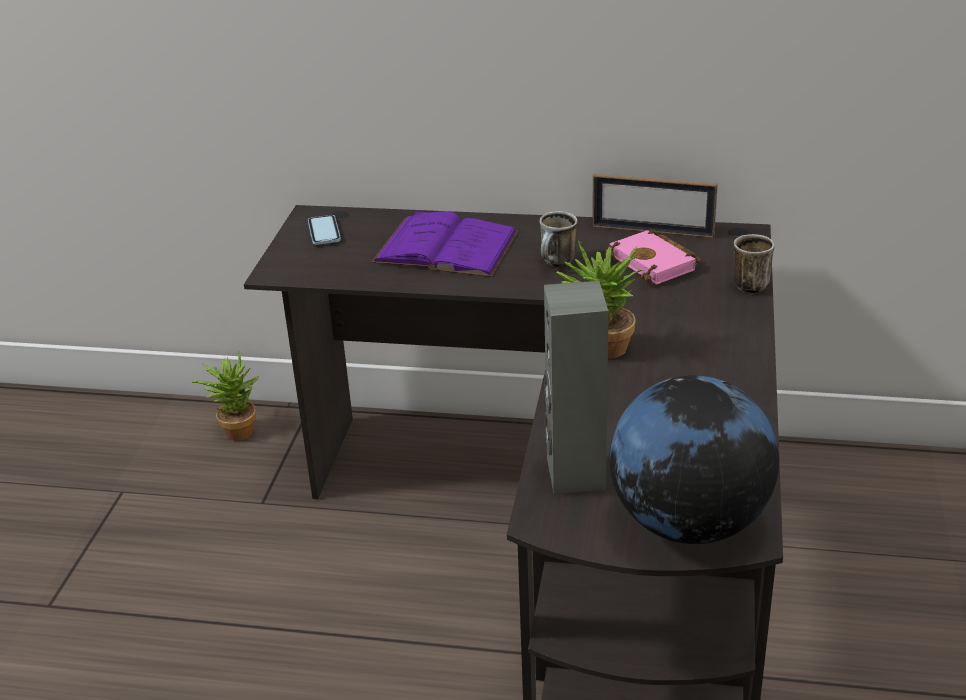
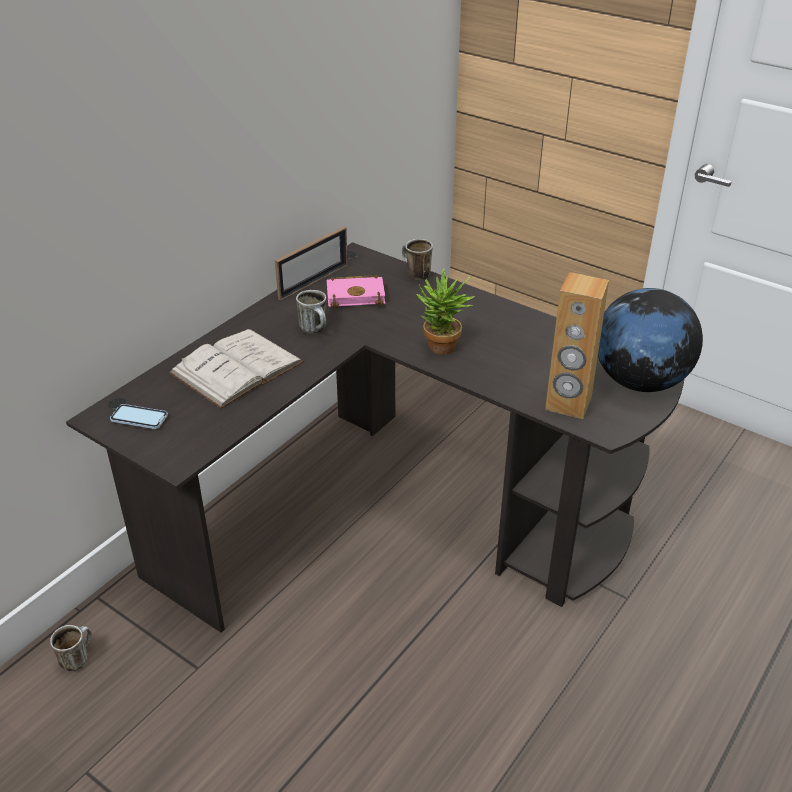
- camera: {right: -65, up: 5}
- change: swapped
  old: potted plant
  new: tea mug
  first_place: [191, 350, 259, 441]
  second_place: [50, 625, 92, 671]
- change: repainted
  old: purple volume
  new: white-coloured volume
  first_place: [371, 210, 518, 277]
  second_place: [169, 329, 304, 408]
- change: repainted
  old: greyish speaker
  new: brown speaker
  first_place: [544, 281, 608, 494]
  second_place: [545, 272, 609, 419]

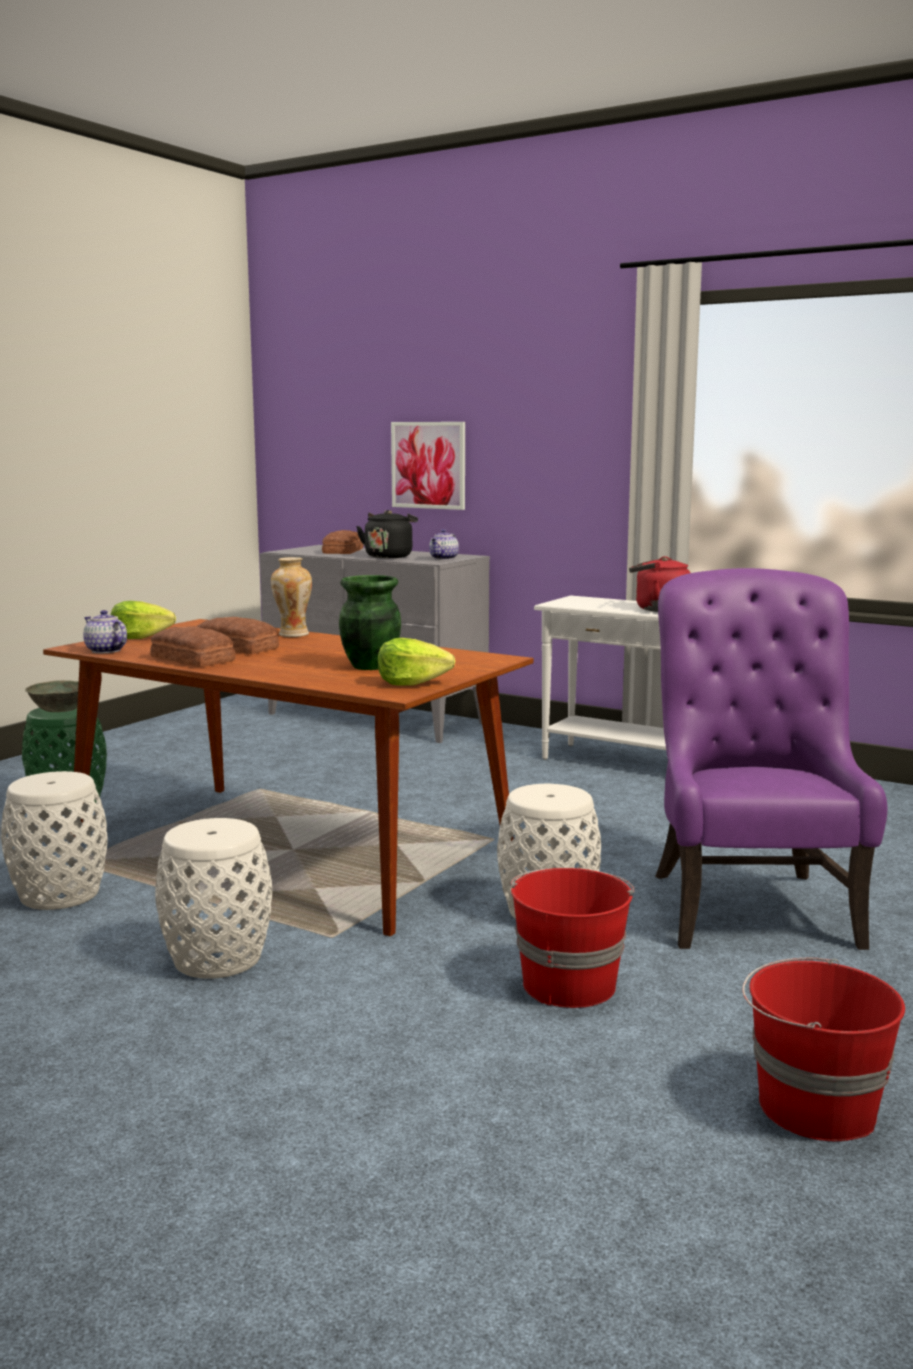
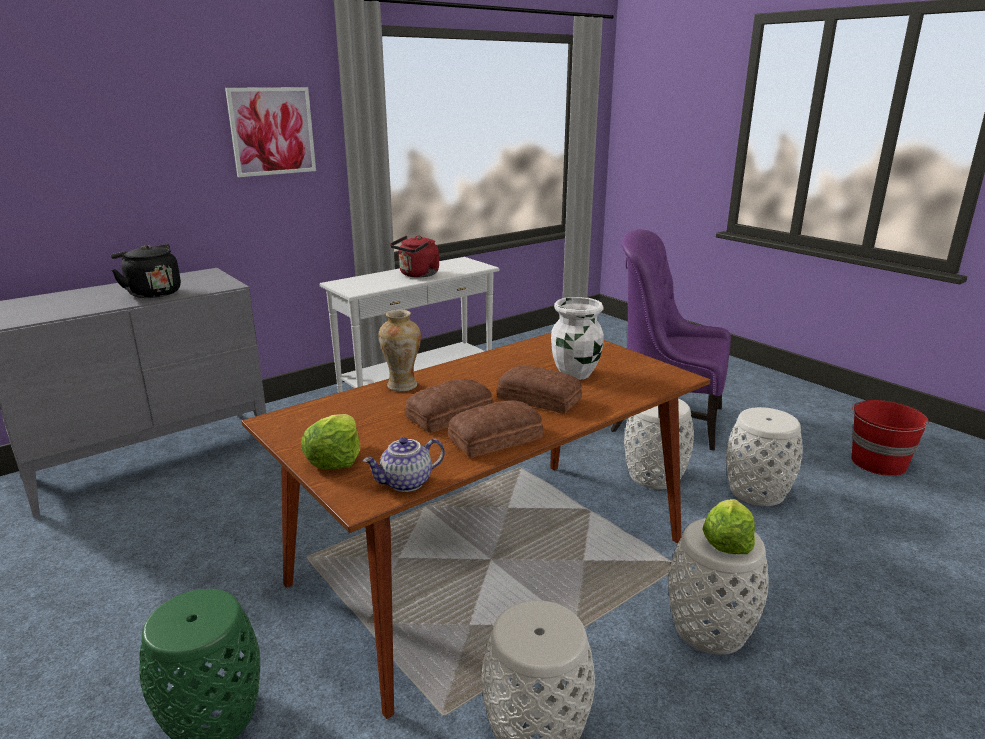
- camera: {right: -70, up: 10}
- change: shifted
  old: wall art
  first_place: [391, 422, 465, 510]
  second_place: [225, 87, 316, 177]
- change: shifted
  old: bread
  first_place: [322, 530, 364, 554]
  second_place: [497, 366, 582, 414]
- change: repainted
  old: greenish flower vase
  new: white-coloured flower vase
  first_place: [339, 575, 401, 670]
  second_place: [551, 297, 604, 380]
- change: shifted
  old: lettuce head
  first_place: [378, 638, 456, 686]
  second_place: [703, 499, 755, 554]
- change: swapped
  old: red-coloured bucket
  new: white-coloured stool seat
  first_place: [510, 868, 635, 1008]
  second_place: [726, 407, 803, 506]
- change: gone
  old: greyish bowl
  first_place: [25, 680, 79, 712]
- change: gone
  old: pot for tea
  first_place: [429, 529, 459, 560]

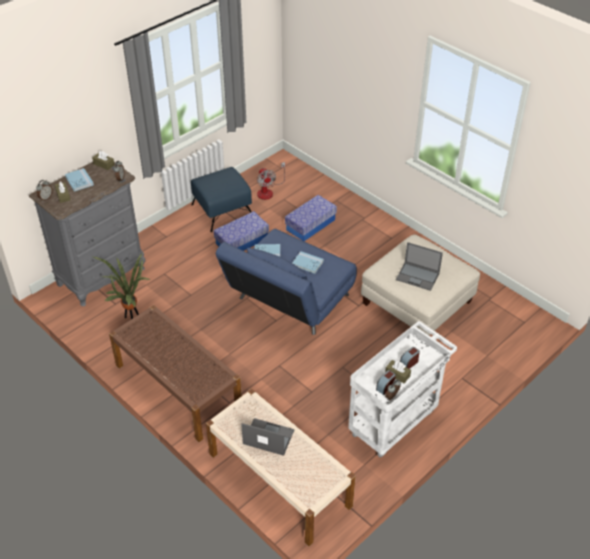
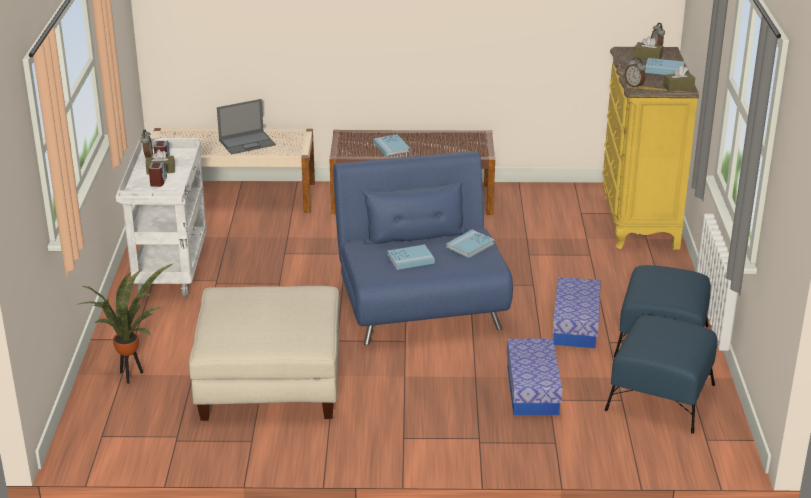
- camera: {right: 135, up: -15}
- change: shifted
  old: potted plant
  first_place: [94, 254, 151, 319]
  second_place: [75, 263, 174, 384]
- change: new
  new: blue-coloured volume
  second_place: [373, 134, 410, 156]
- change: repainted
  old: greyish drawer chest
  new: yellowish drawer chest
  first_place: [29, 162, 145, 306]
  second_place: [602, 47, 699, 249]
- change: swapped
  old: cooling fan
  new: blue-coloured footrest
  first_place: [257, 162, 285, 200]
  second_place: [605, 315, 717, 434]
- change: gone
  old: portable computer
  first_place: [396, 242, 443, 291]

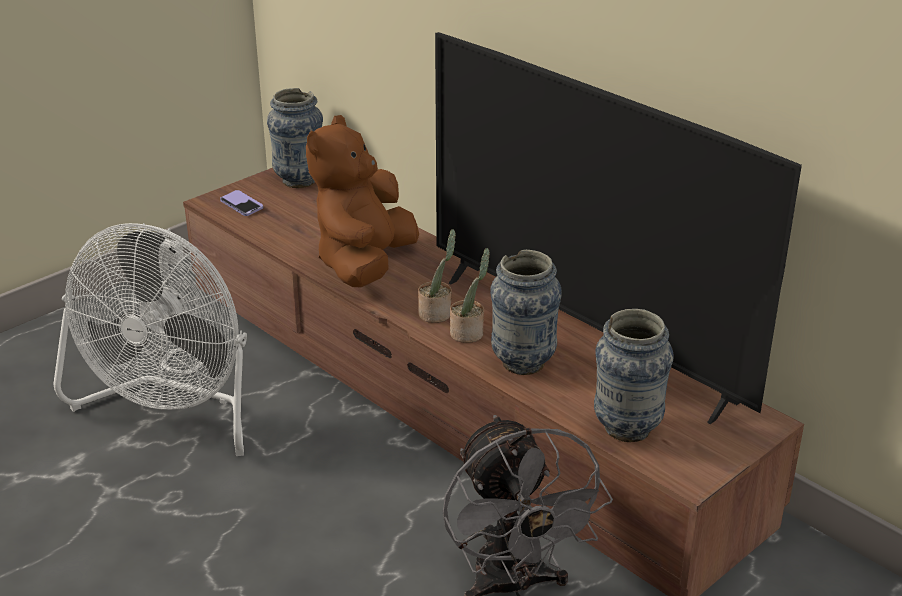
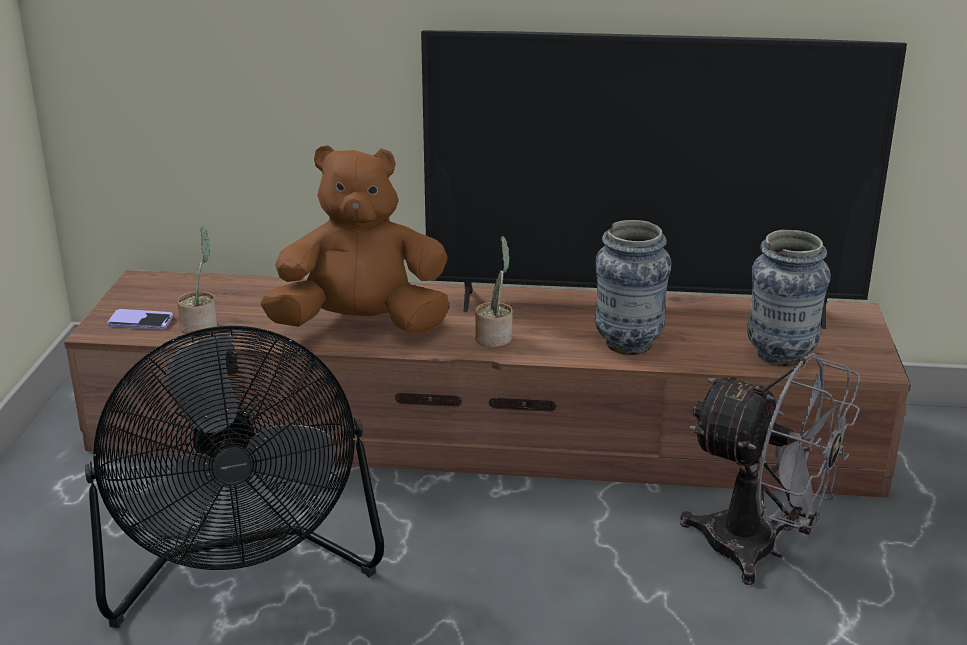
- camera: {right: -40, up: -5}
- change: repainted
  old: white-coloured cooling fan
  new: black cooling fan
  first_place: [53, 223, 247, 456]
  second_place: [85, 326, 384, 628]
- change: shifted
  old: potted plant
  first_place: [450, 248, 490, 343]
  second_place: [177, 227, 217, 334]
- change: rotated
  old: brown cuddly toy
  first_place: [306, 115, 419, 287]
  second_place: [260, 145, 450, 334]
  degrees: 105
- change: gone
  old: flower vase
  first_place: [267, 88, 323, 188]

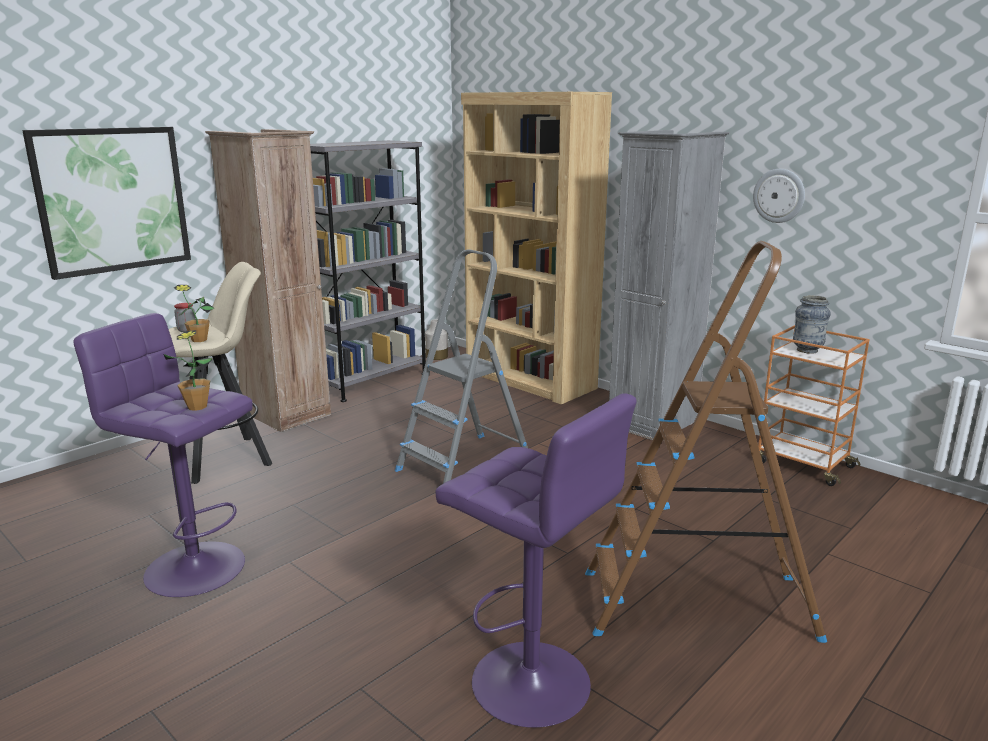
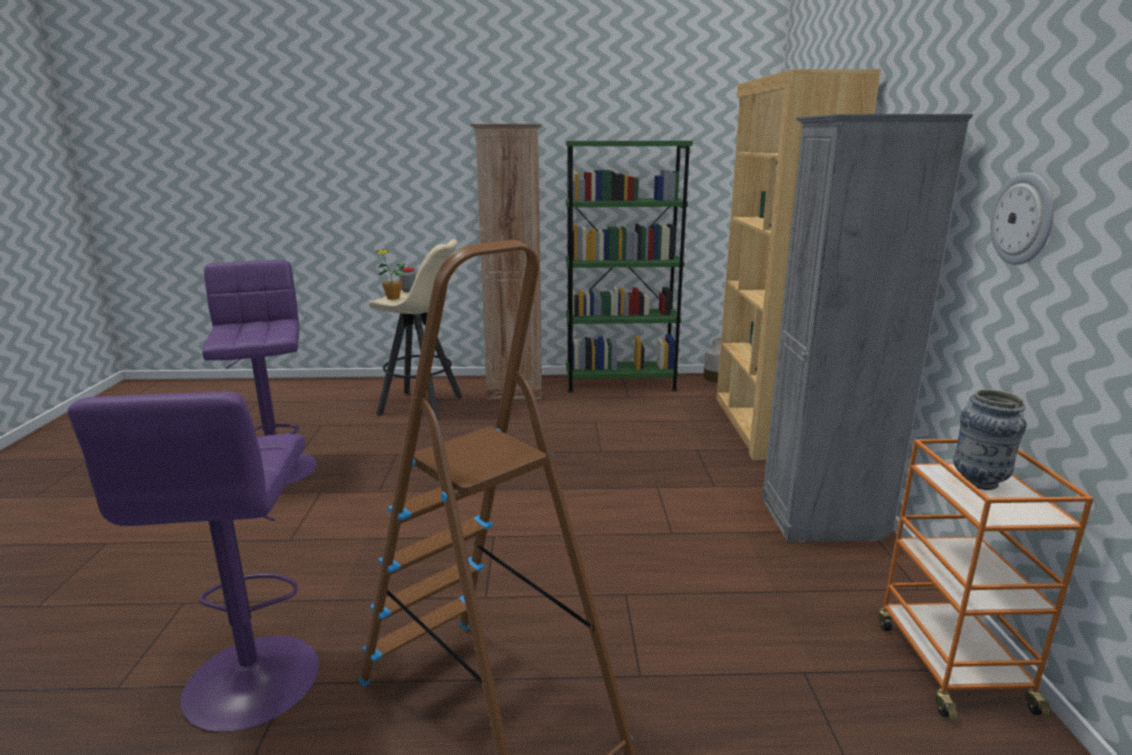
- camera: {right: 45, up: 0}
- change: repainted
  old: greyish bookshelf
  new: greenish bookshelf
  first_place: [310, 140, 426, 402]
  second_place: [565, 141, 693, 392]
- change: gone
  old: wall art
  first_place: [22, 127, 191, 280]
- change: gone
  old: potted plant
  first_place: [164, 330, 213, 411]
- change: gone
  old: greyish stepladder
  first_place: [395, 249, 528, 484]

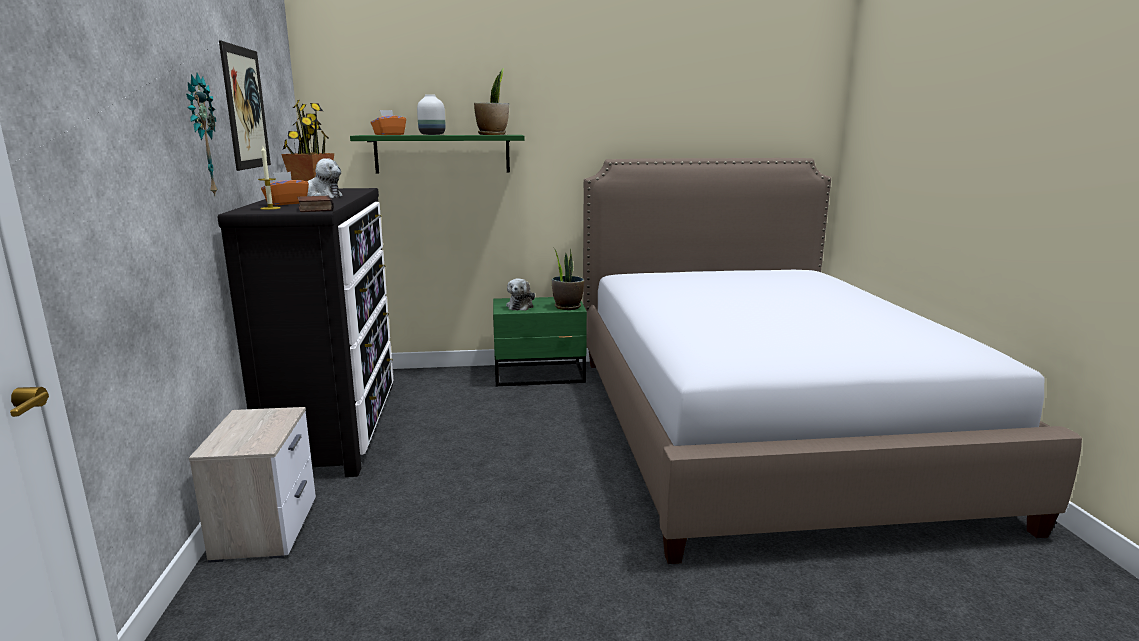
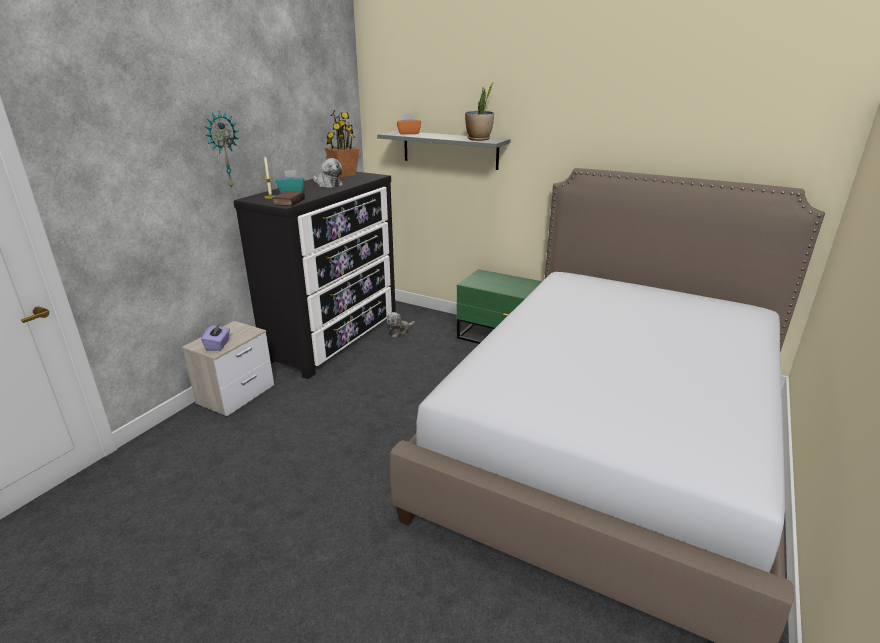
- camera: {right: 35, up: 10}
- change: new
  new: purple tissue box
  second_place: [201, 323, 230, 351]
- change: repainted
  old: orange-coloured tissue box
  new: blue-green tissue box
  first_place: [261, 172, 309, 205]
  second_place: [276, 170, 305, 193]
- change: repainted
  old: greenish shelf
  new: greyish shelf
  first_place: [350, 135, 525, 173]
  second_place: [377, 131, 511, 170]
- change: shifted
  old: cuddly toy
  first_place: [506, 278, 535, 311]
  second_place: [387, 312, 415, 338]
- change: gone
  old: wall art
  first_place: [219, 41, 271, 171]
- change: gone
  old: white-coloured flower vase
  first_place: [417, 94, 446, 135]
- change: gone
  old: potted plant
  first_place: [552, 247, 584, 310]

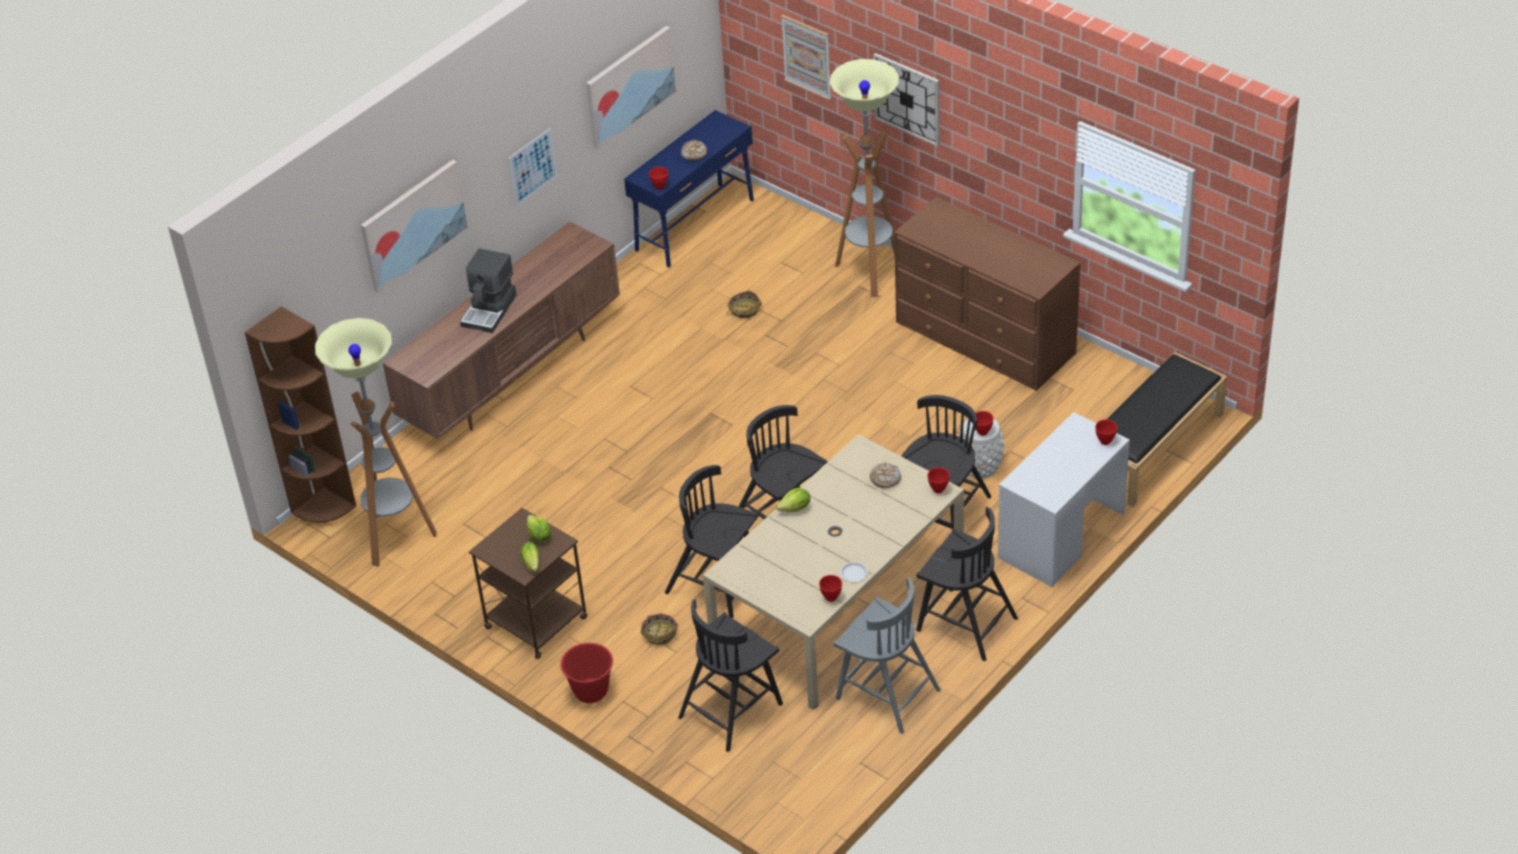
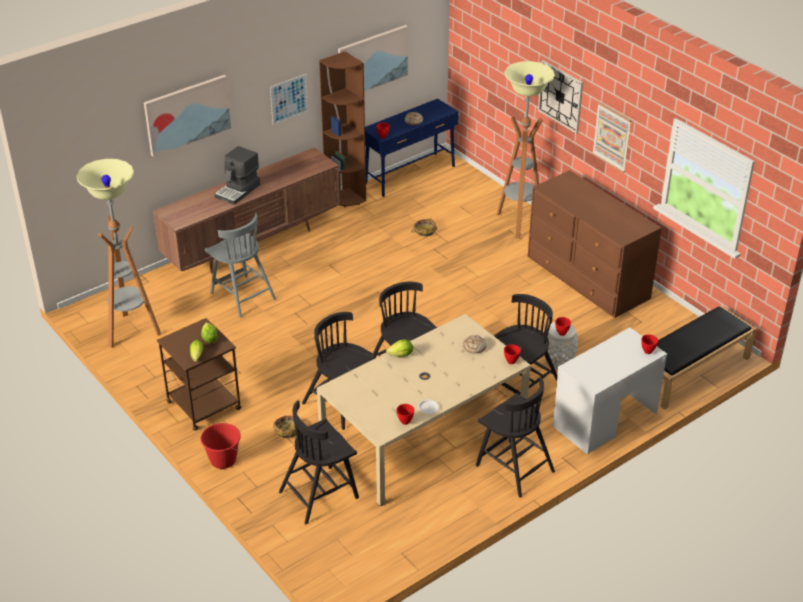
- camera: {right: 10, up: -5}
- change: shifted
  old: greyish upright chair
  first_place: [833, 577, 941, 734]
  second_place: [205, 213, 276, 318]
- change: shifted
  old: brown bookshelf
  first_place: [245, 306, 356, 523]
  second_place: [319, 51, 366, 207]
- change: shifted
  old: wall art
  first_place: [781, 15, 831, 101]
  second_place: [592, 102, 632, 173]

